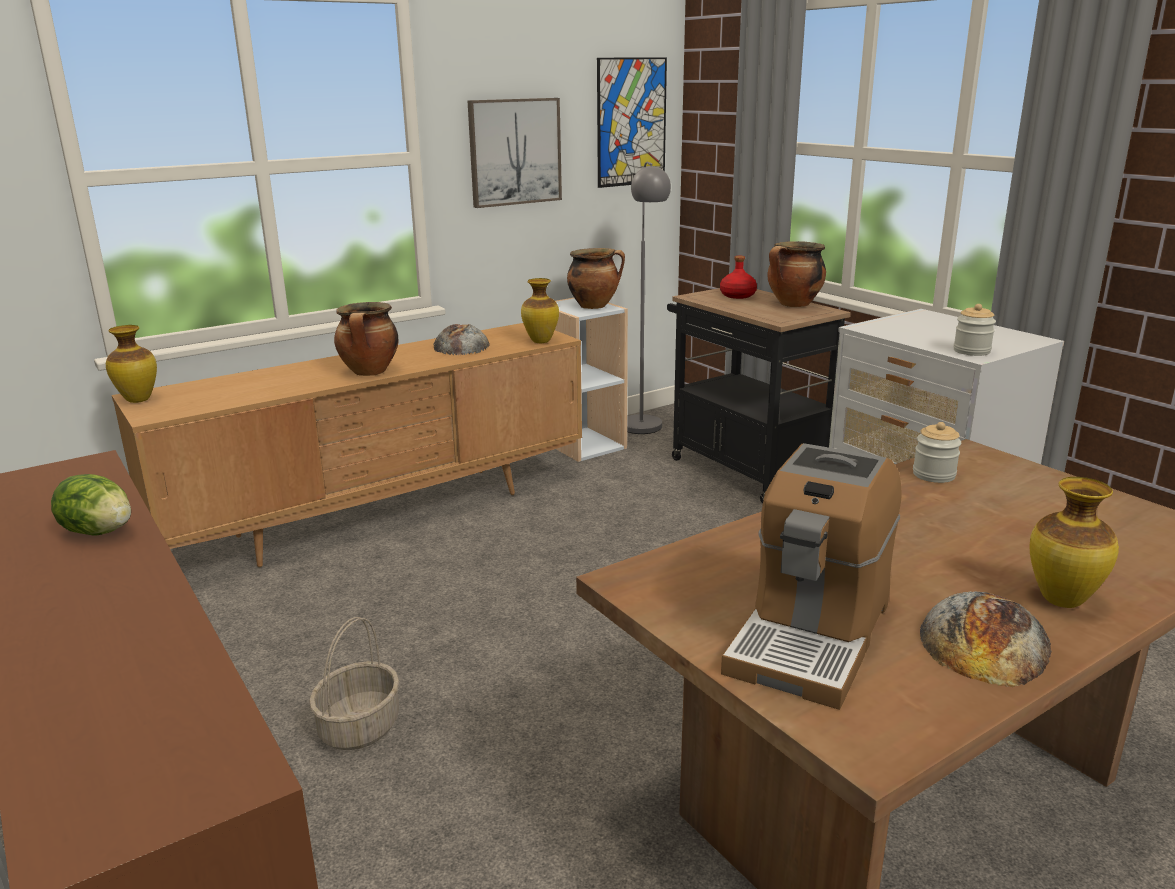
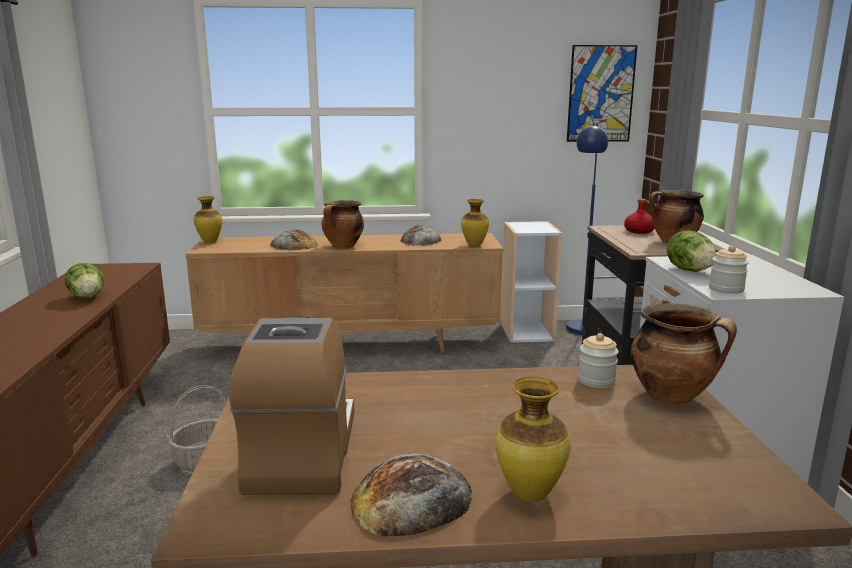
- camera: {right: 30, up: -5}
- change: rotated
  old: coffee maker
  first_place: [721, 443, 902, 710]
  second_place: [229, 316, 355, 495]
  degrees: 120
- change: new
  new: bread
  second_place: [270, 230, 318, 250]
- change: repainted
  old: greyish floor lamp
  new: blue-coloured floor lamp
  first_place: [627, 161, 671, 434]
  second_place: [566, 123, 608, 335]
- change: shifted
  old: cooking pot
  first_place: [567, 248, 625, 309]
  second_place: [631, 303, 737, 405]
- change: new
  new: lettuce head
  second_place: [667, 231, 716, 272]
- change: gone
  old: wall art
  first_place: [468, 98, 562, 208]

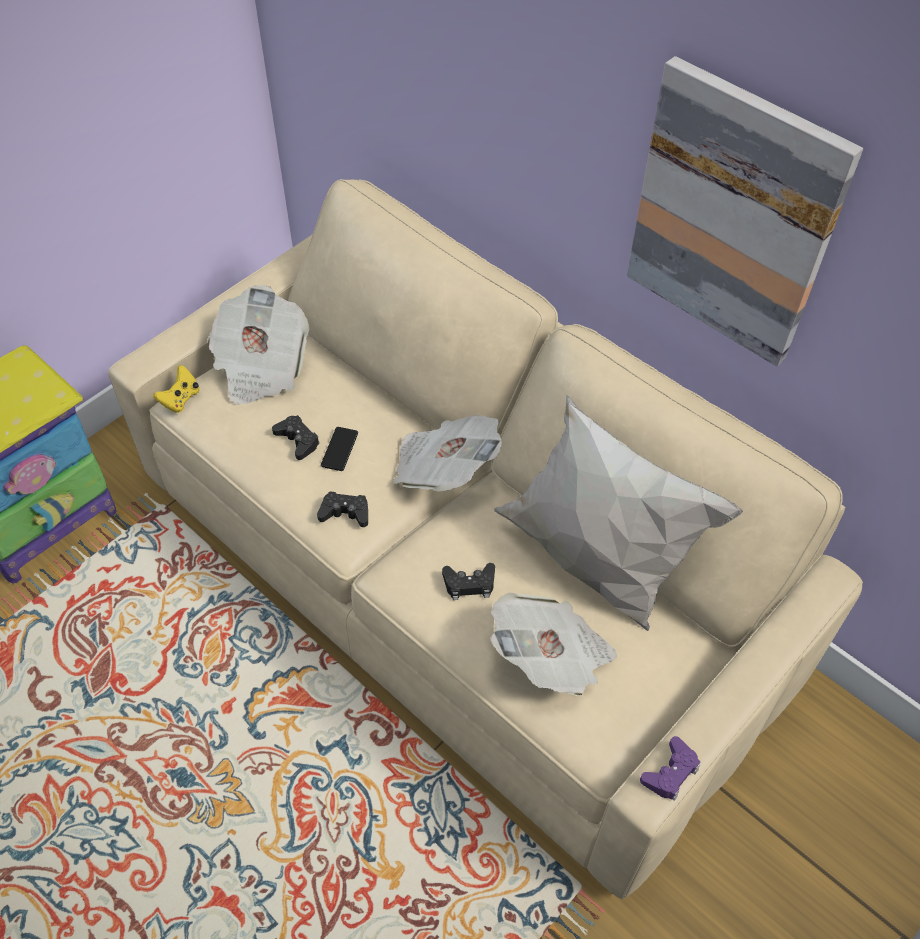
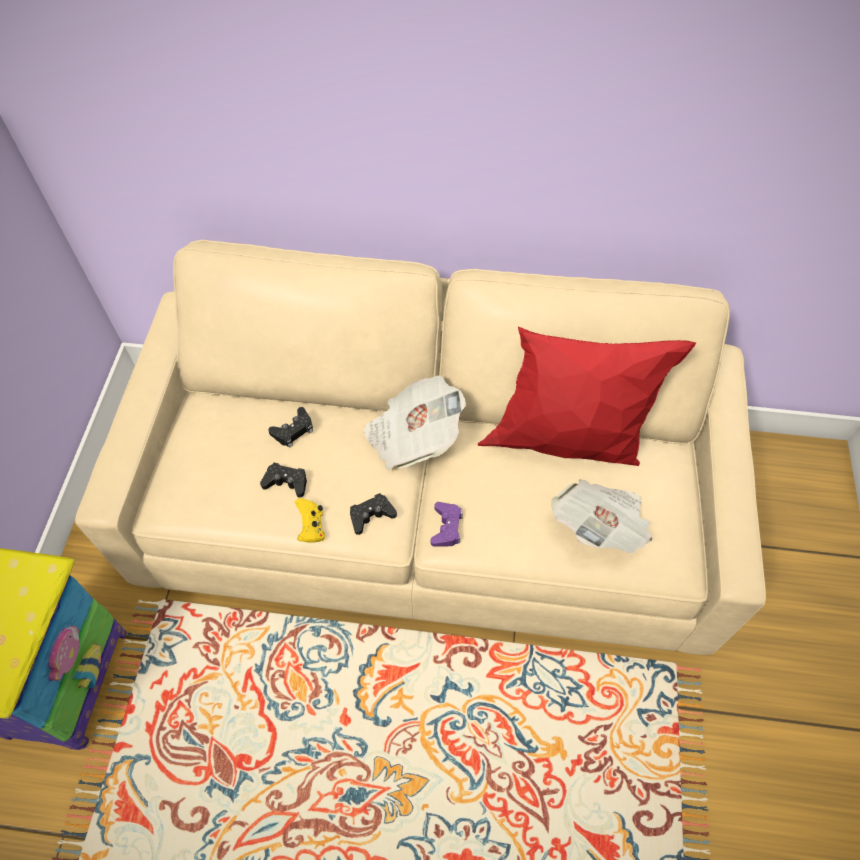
- camera: {right: -35, up: 5}
- change: shifted
  old: black gamepad
  first_place: [442, 563, 495, 600]
  second_place: [268, 407, 313, 448]
- change: shifted
  old: yellowish gamepad
  first_place: [153, 365, 199, 413]
  second_place: [295, 498, 325, 543]
- change: shifted
  old: purple gamepad
  first_place: [640, 736, 700, 800]
  second_place: [431, 502, 463, 547]
- change: repainted
  old: white-coloured pillow
  new: red-coloured pillow
  first_place: [494, 394, 743, 631]
  second_place: [478, 327, 696, 466]
- change: gone
  old: printed paper
  first_place: [207, 285, 310, 405]
- change: gone
  old: handset
  first_place: [321, 427, 358, 471]
- change: gone
  old: wall art
  first_place: [627, 56, 863, 367]

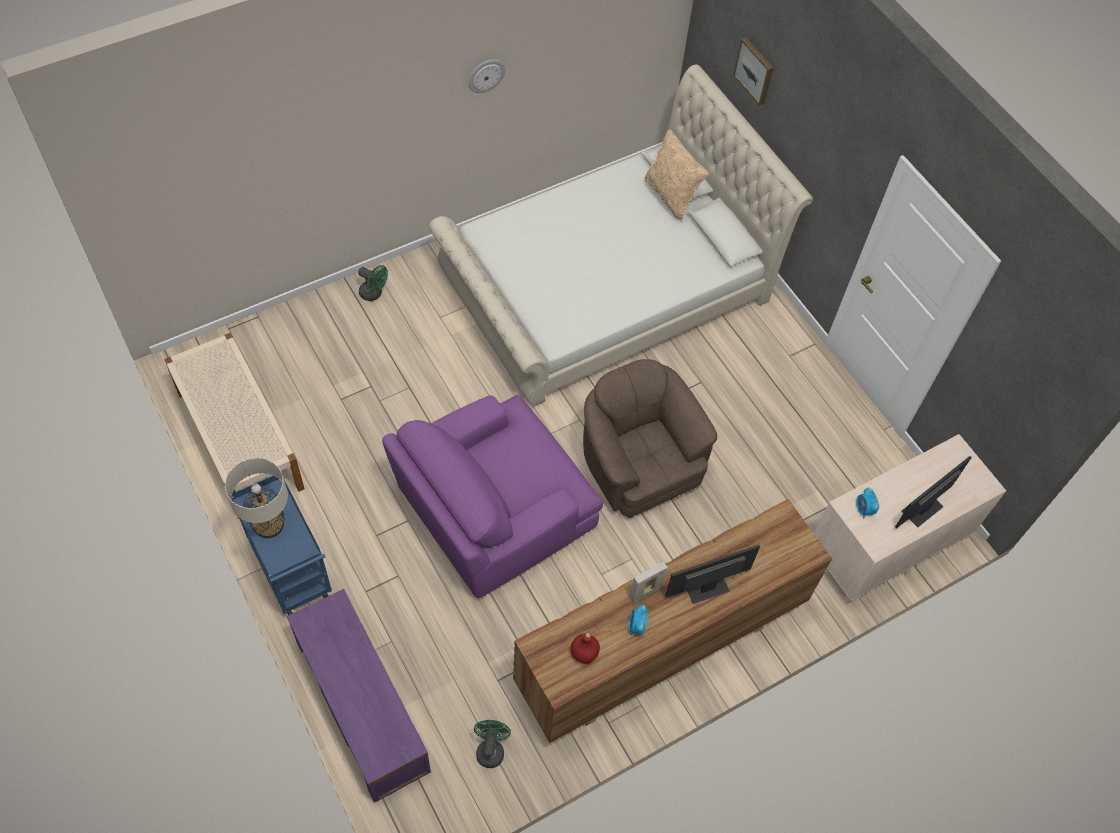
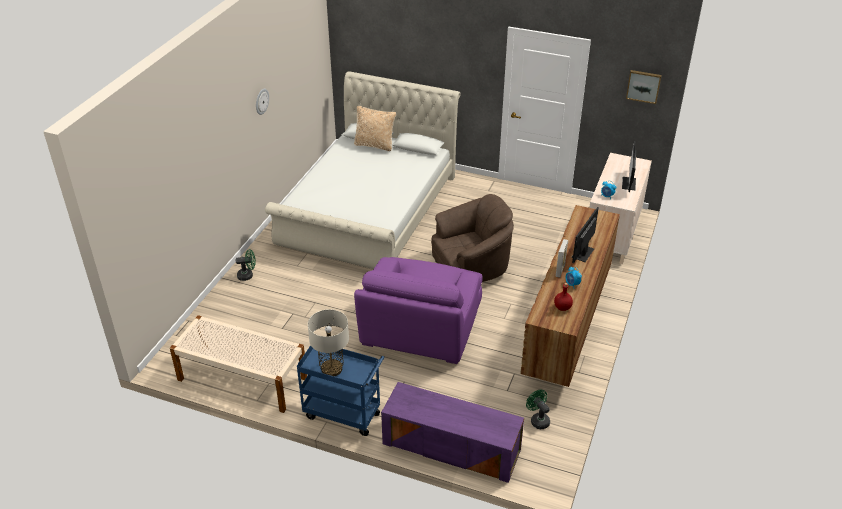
- camera: {right: -35, up: -20}
- change: rotated
  old: brown lounge chair
  first_place: [583, 359, 717, 518]
  second_place: [431, 194, 514, 282]
  degrees: 135
- change: shifted
  old: wall art
  first_place: [733, 37, 773, 105]
  second_place: [626, 70, 662, 104]

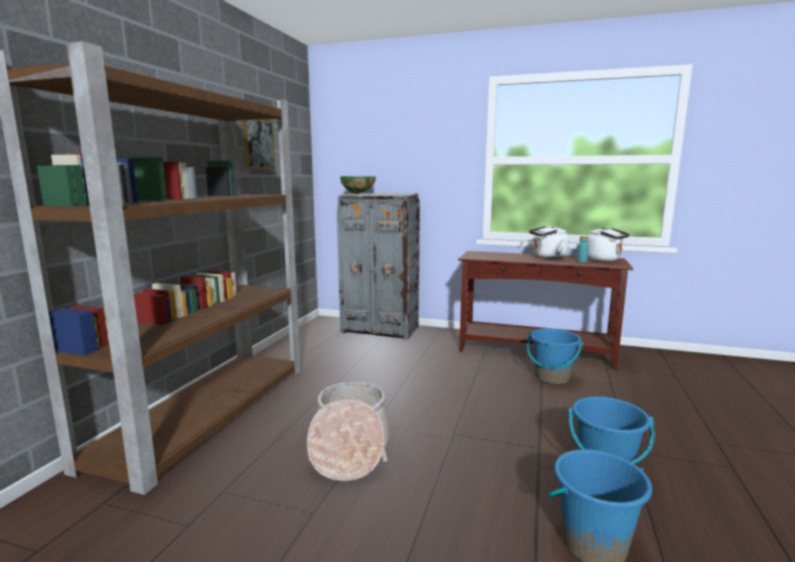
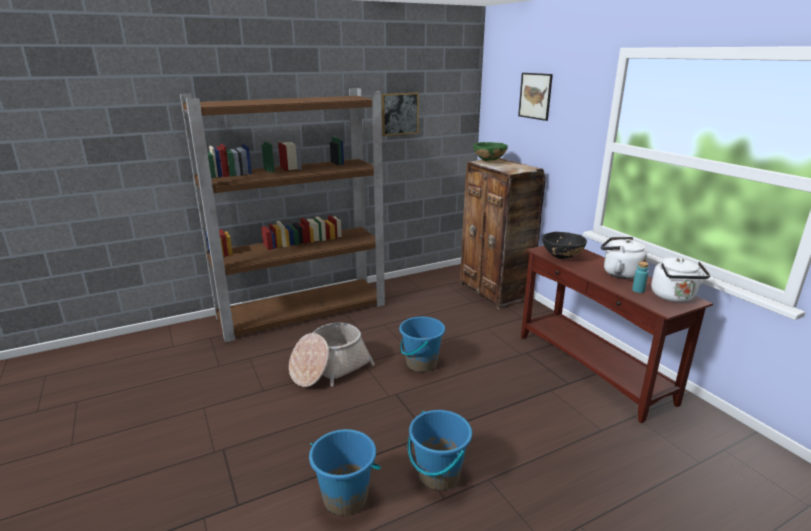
- camera: {right: 45, up: 10}
- change: shifted
  old: blue-coloured bucket
  first_place: [527, 328, 583, 384]
  second_place: [399, 316, 445, 372]
- change: repainted
  old: greyish cupboard
  new: brown cupboard
  first_place: [337, 193, 420, 340]
  second_place: [460, 158, 546, 310]
- change: new
  new: wall art
  second_place: [518, 73, 553, 121]
- change: new
  new: black bowl
  second_place: [542, 232, 587, 259]

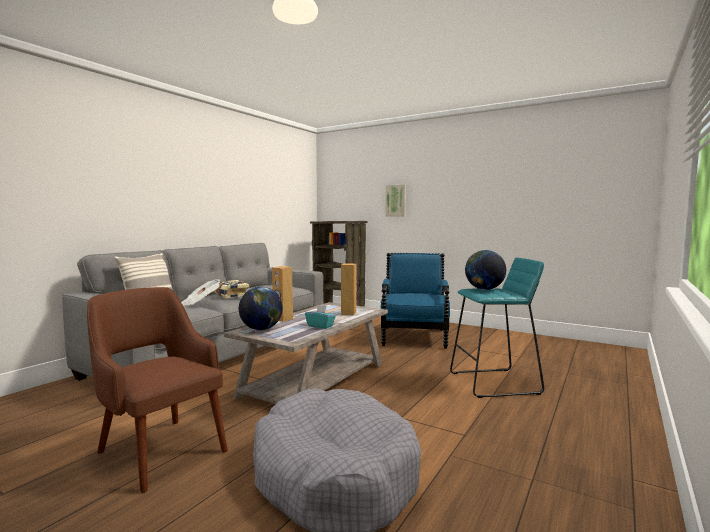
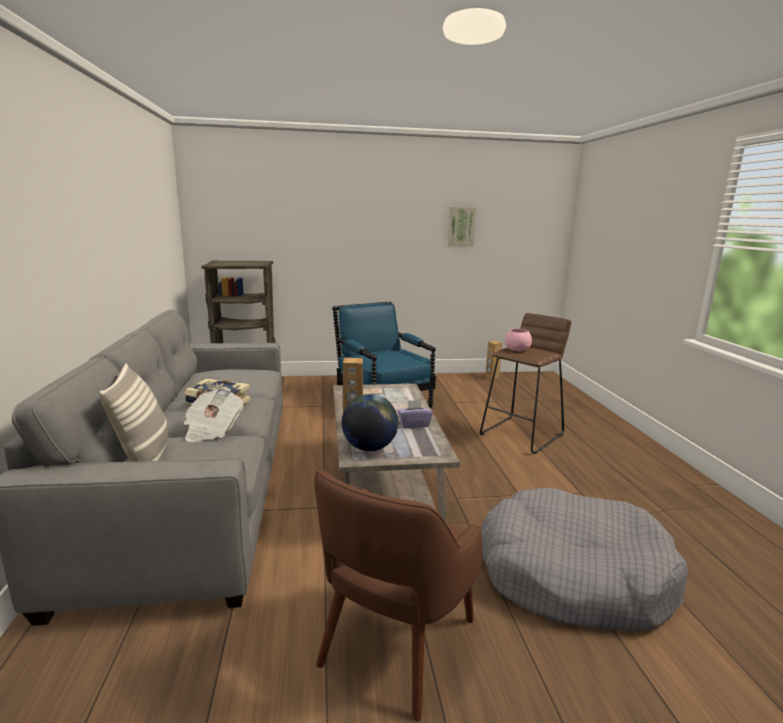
- camera: {right: -40, up: 10}
- change: rotated
  old: brown lounge chair
  first_place: [87, 287, 228, 493]
  second_place: [314, 470, 482, 721]
  degrees: -60
- change: repainted
  old: blue-green tissue box
  new: purple tissue box
  first_place: [305, 305, 336, 329]
  second_place: [397, 400, 433, 428]
- change: shifted
  old: wall art
  first_place: [386, 185, 406, 216]
  second_place: [448, 207, 476, 247]
- change: repainted
  old: blue-green stool seat
  new: brown stool seat
  first_place: [450, 258, 544, 398]
  second_place: [480, 313, 571, 454]
- change: shifted
  old: brown speaker
  first_place: [341, 263, 356, 316]
  second_place: [485, 341, 502, 380]
- change: swapped
  old: world globe
  new: pink bowl
  first_place: [465, 250, 506, 290]
  second_place: [505, 328, 532, 351]

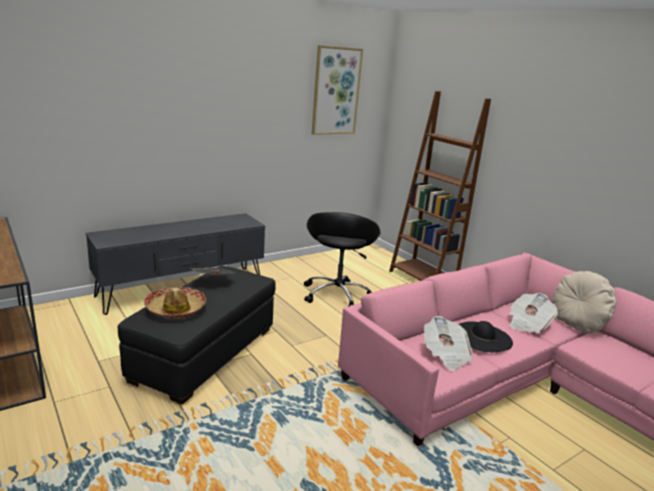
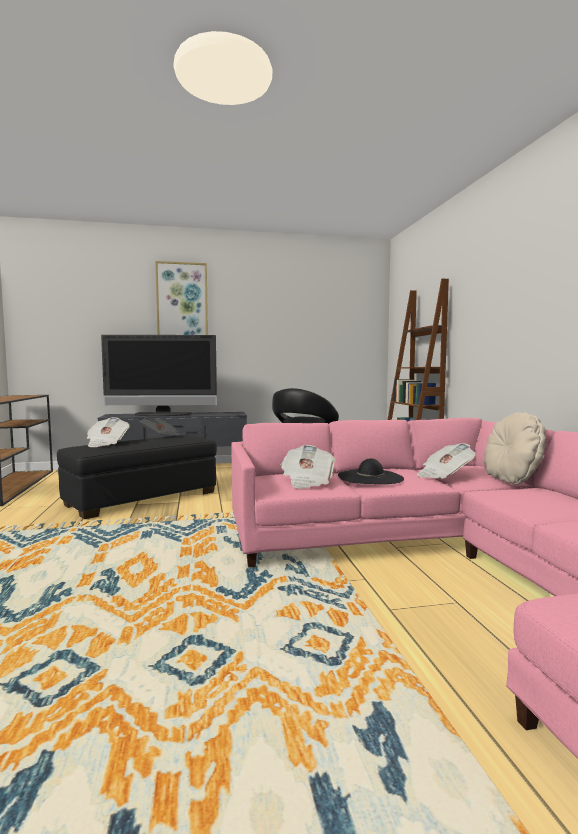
- camera: {right: 25, up: -15}
- change: swapped
  old: hat
  new: printed paper
  first_place: [144, 287, 206, 318]
  second_place: [86, 417, 130, 447]
- change: new
  new: television
  second_place: [101, 335, 217, 416]
- change: shifted
  old: wall art
  first_place: [312, 45, 363, 135]
  second_place: [155, 261, 208, 335]

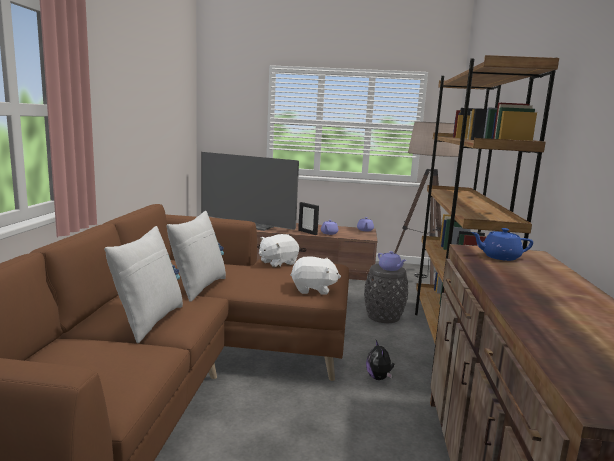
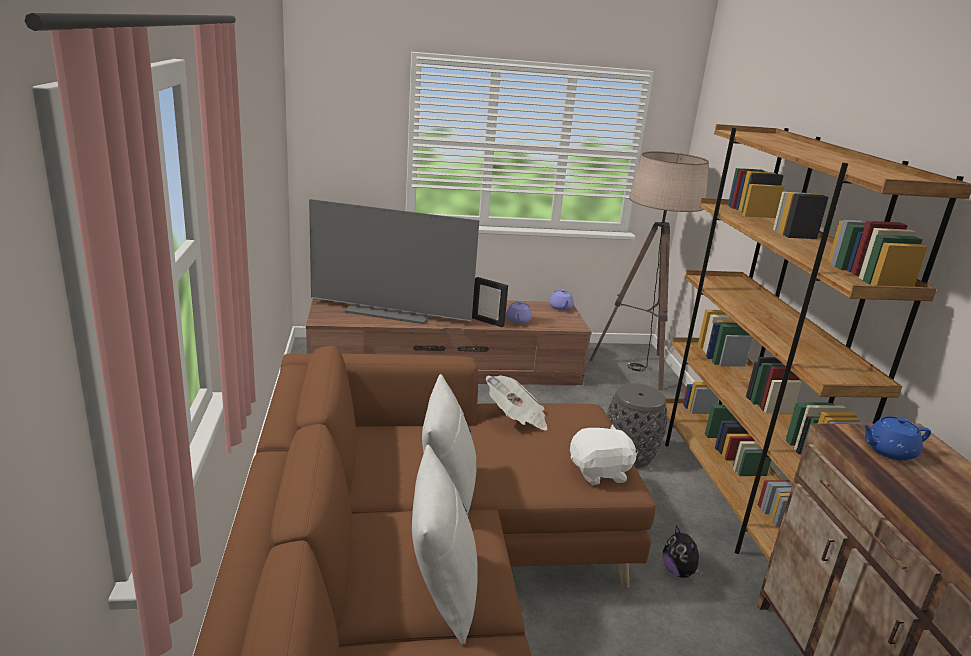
- camera: {right: -15, up: 10}
- change: swapped
  old: white-coloured cuddly toy
  new: printed paper
  first_place: [259, 234, 299, 268]
  second_place: [486, 375, 548, 431]
- change: gone
  old: purple pot for tea
  first_place: [378, 251, 406, 271]

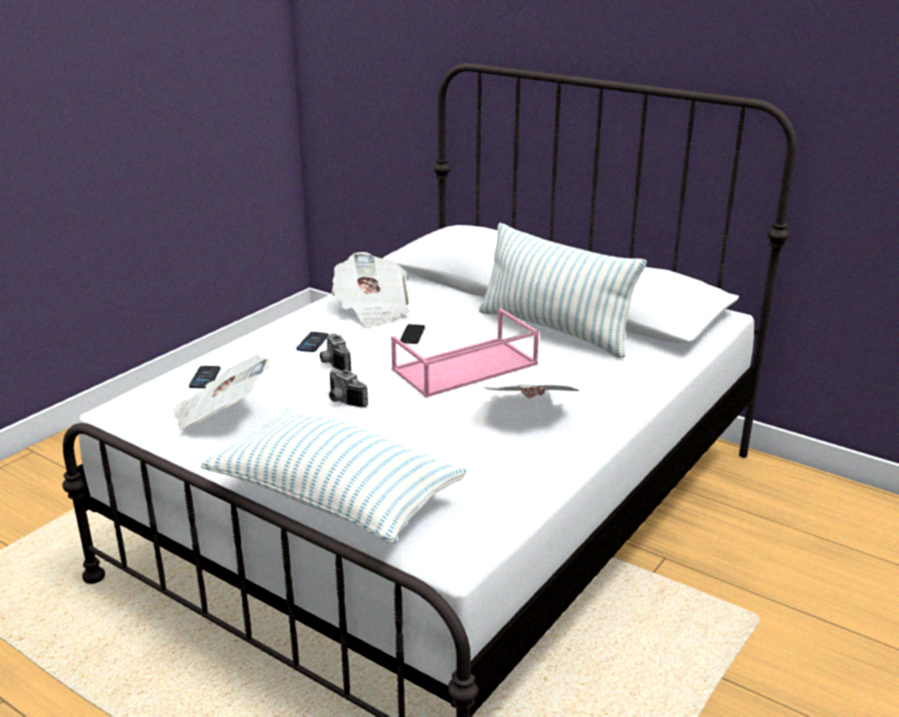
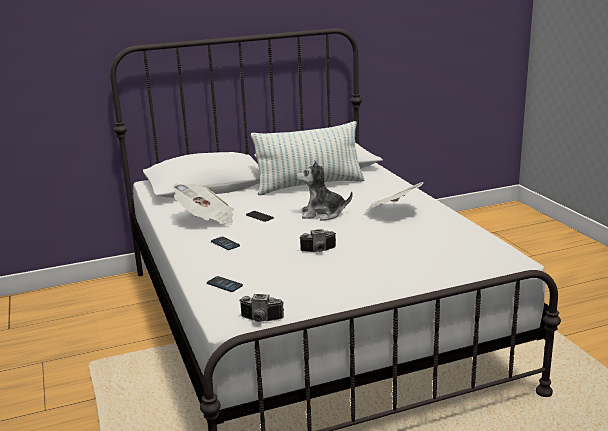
- camera: {right: -55, up: -5}
- change: shifted
  old: photo camera
  first_place: [320, 334, 351, 372]
  second_place: [239, 294, 284, 322]
- change: swapped
  old: pink carrying tray
  new: cuddly toy
  first_place: [391, 308, 539, 398]
  second_place: [296, 160, 353, 221]
- change: gone
  old: printed paper
  first_place: [173, 354, 270, 430]
- change: gone
  old: pillow
  first_place: [201, 408, 467, 544]

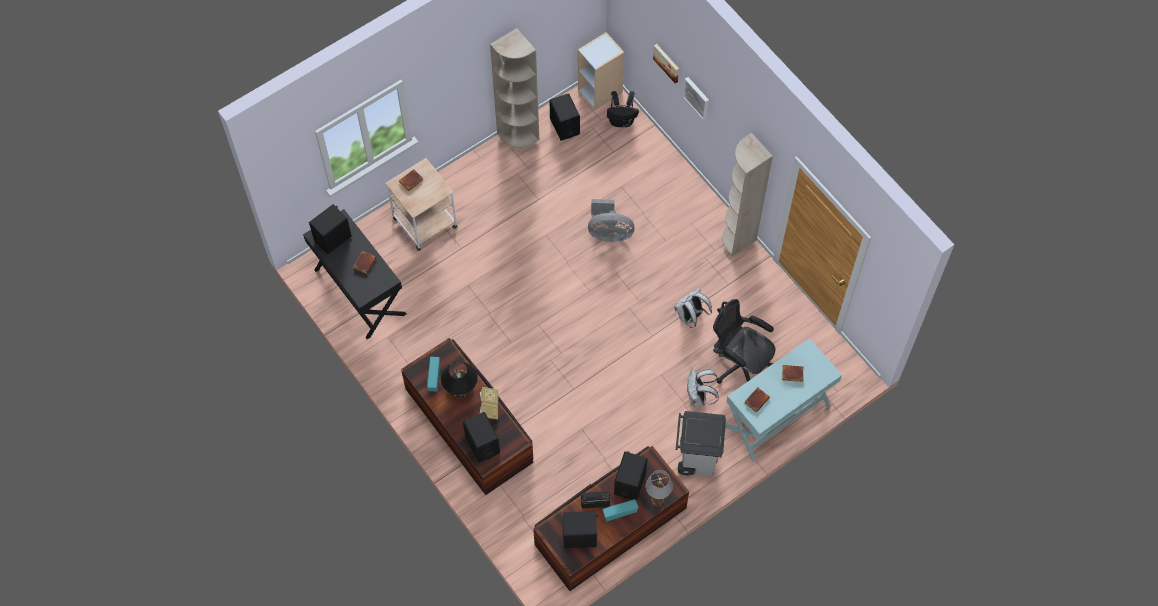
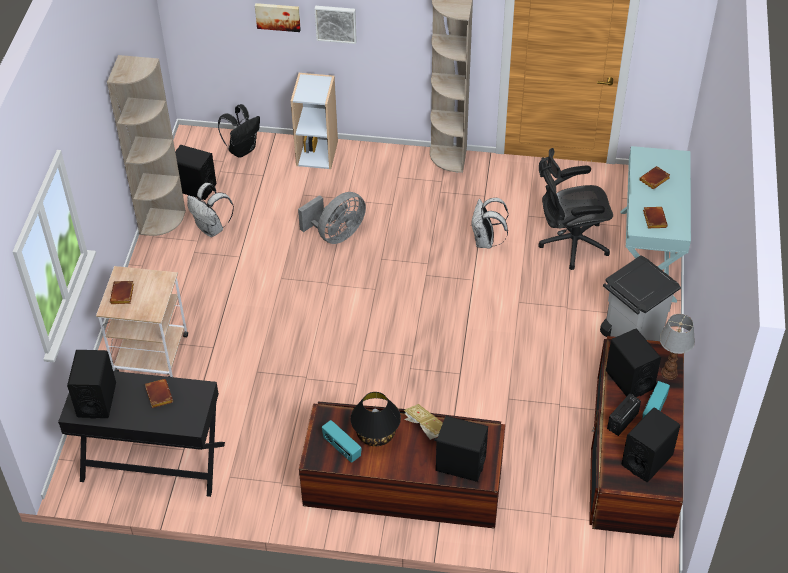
- camera: {right: -45, up: -15}
- change: shifted
  old: white-coloured rucksack
  first_place: [687, 369, 719, 407]
  second_place: [187, 183, 234, 237]
- change: shifted
  old: bookshelf
  first_place: [578, 32, 624, 110]
  second_place: [291, 73, 338, 169]

